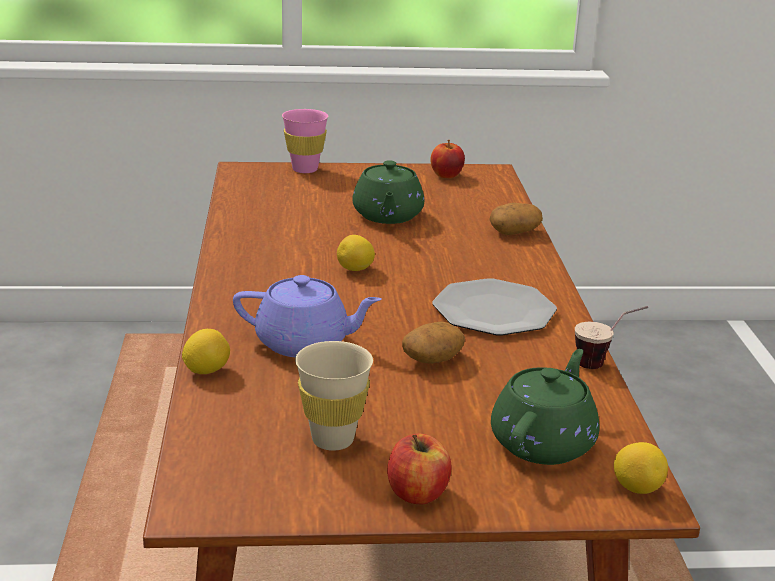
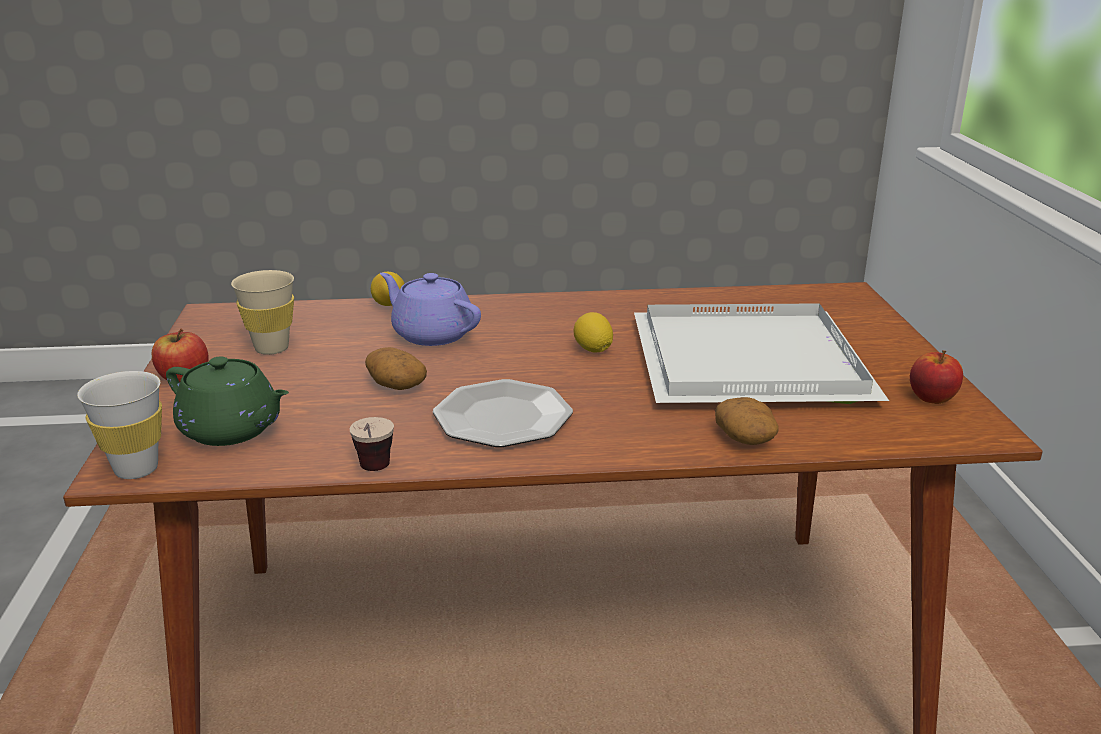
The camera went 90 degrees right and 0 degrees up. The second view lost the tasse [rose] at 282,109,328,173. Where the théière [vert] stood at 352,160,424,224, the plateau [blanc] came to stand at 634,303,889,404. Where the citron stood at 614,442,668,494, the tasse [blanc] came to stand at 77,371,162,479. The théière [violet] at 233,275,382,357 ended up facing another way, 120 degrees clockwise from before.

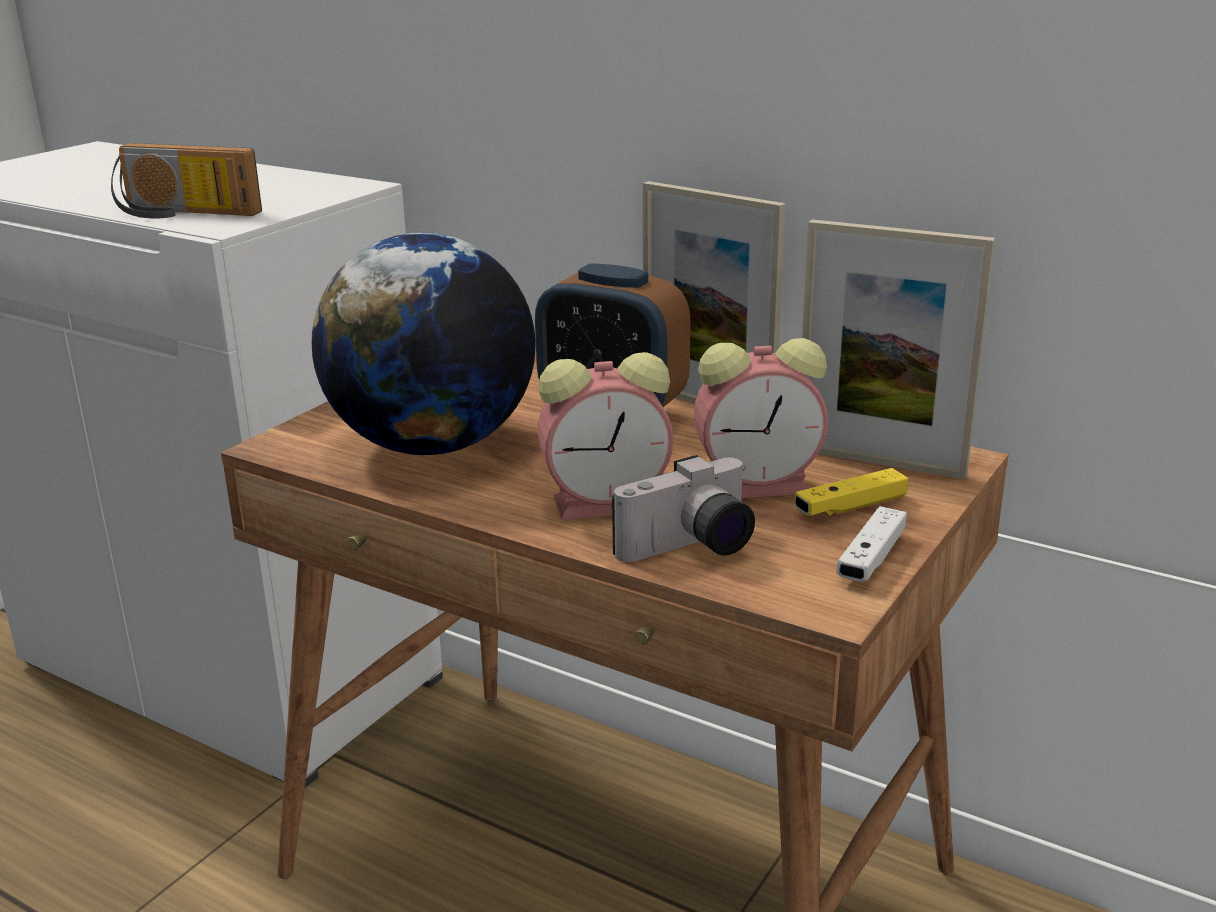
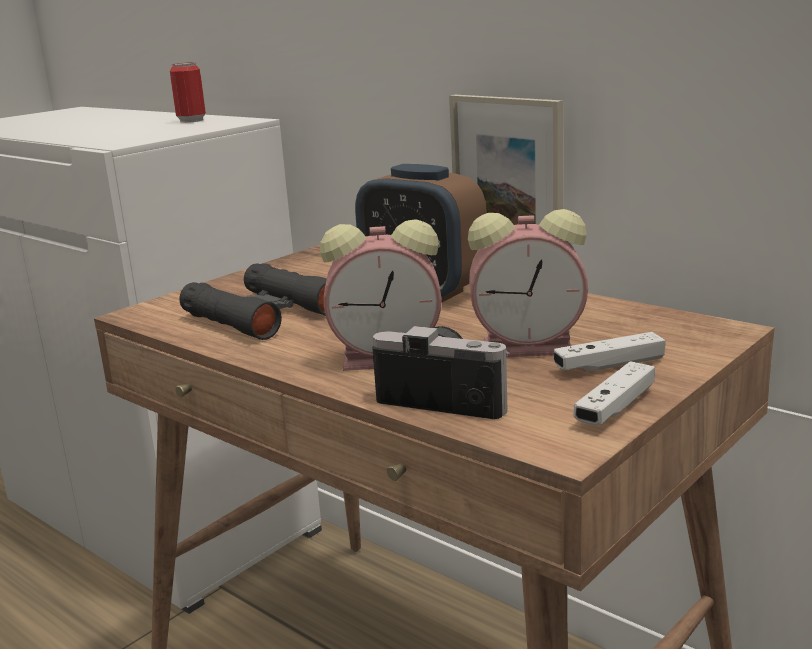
The camera went 10 degrees right and 5 degrees down. The second view lost the radio at 111,143,262,218. The second view lost the cadre photo at 802,219,995,479. The second view gained the boîte métallique at 170,62,206,123. Where the globe stood at 312,233,535,455, the jumelles [noir] came to stand at 180,263,327,340. What was the manette [jaune] at 795,468,908,516 turned into the manette [blanc] at 554,332,665,372. The appareil photo at 612,455,755,562 ended up facing another way, 135 degrees counterclockwise from before.

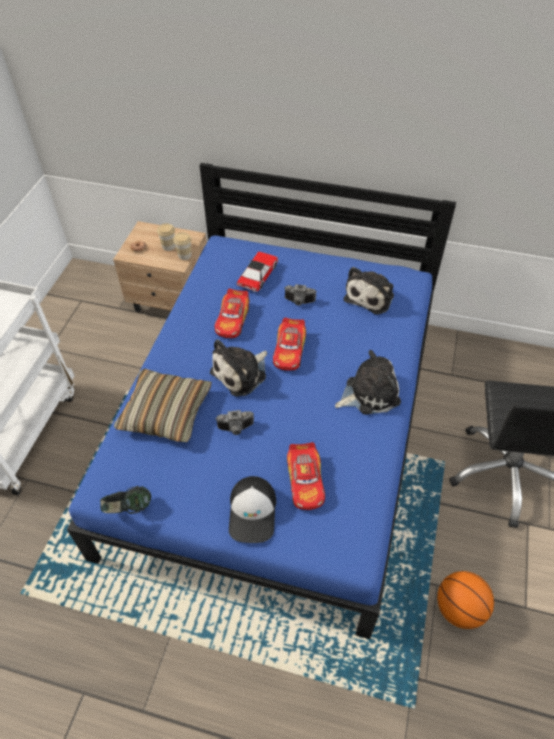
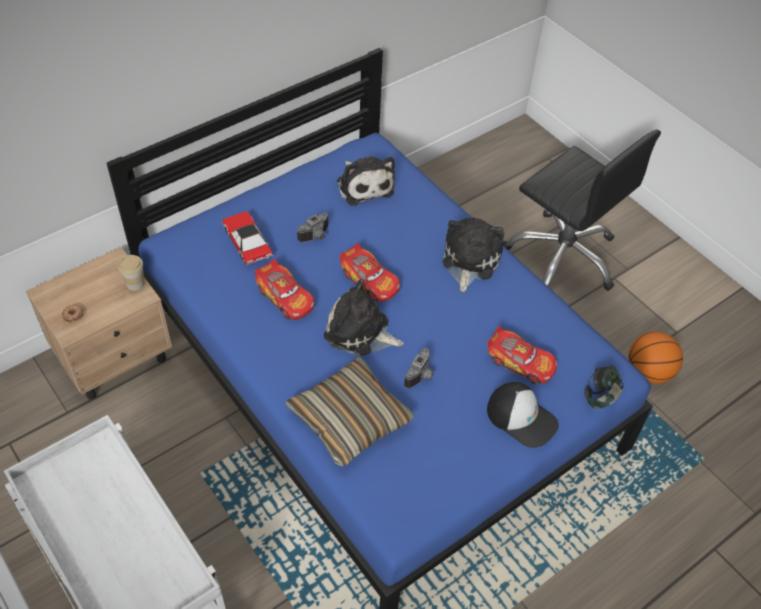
The camera went 55 degrees left and 0 degrees up. The second view lost the tasse at 157,223,175,251. The casque audio ended up elsewhere, having gone from 100,486,151,514 to 584,365,623,409. The peluche at 210,339,267,396 ended up facing another way, 120 degrees clockwise from before.

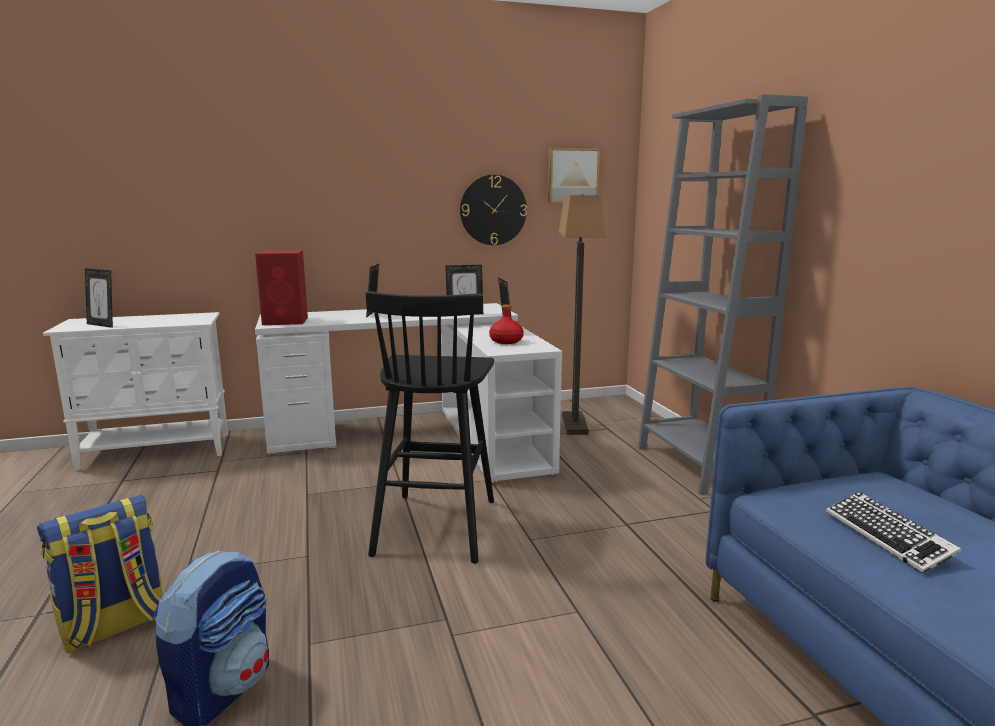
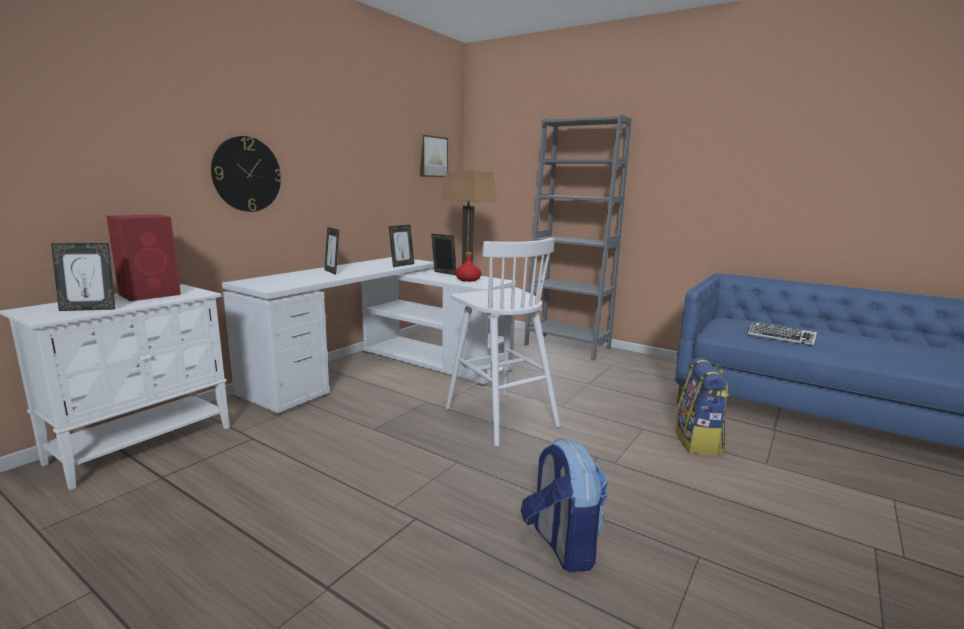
The camera went 40 degrees left and 0 degrees up. The sac à dos ended up elsewhere, having gone from 37,495,163,654 to 676,358,729,455. The enceinte [rouge] ended up elsewhere, having gone from 255,250,308,325 to 106,214,181,301. The horloge murale ended up elsewhere, having gone from 460,175,527,245 to 211,136,282,212. What was the tabouret [noir] at 366,291,494,564 turned into the tabouret [blanc] at 446,238,560,447.

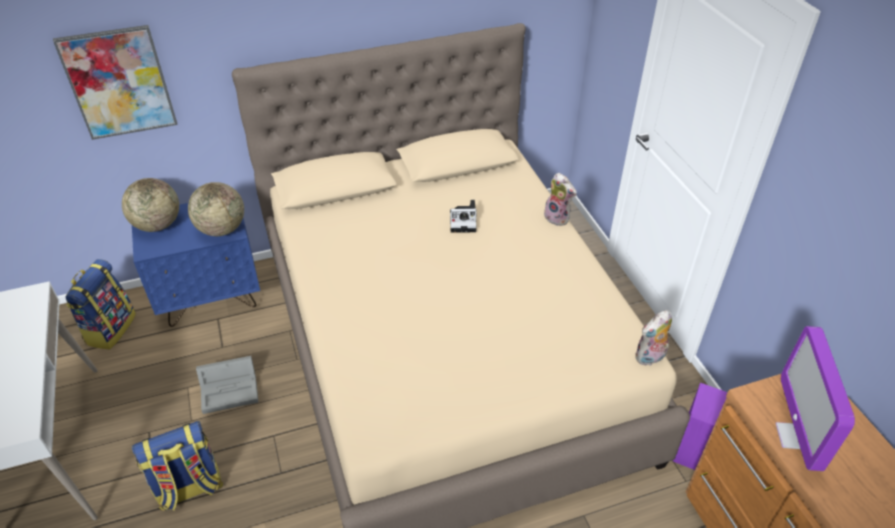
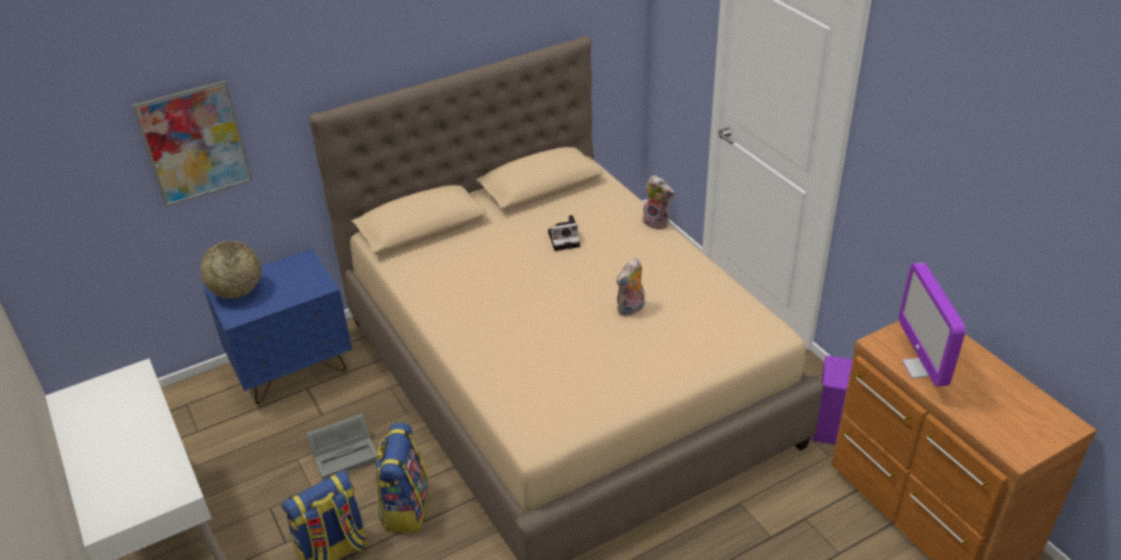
The camera went 10 degrees left and 5 degrees down. The second view lost the globe at 188,182,244,236. The sac à dos ended up elsewhere, having gone from 66,259,136,349 to 375,423,428,532. The peluche ended up elsewhere, having gone from 635,310,672,366 to 616,258,645,316.

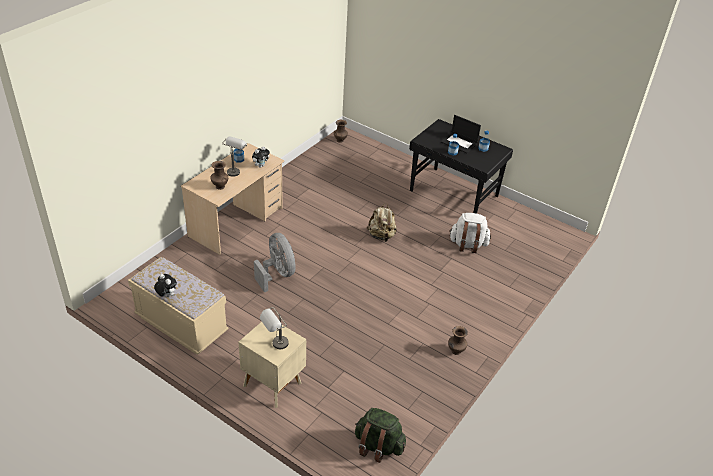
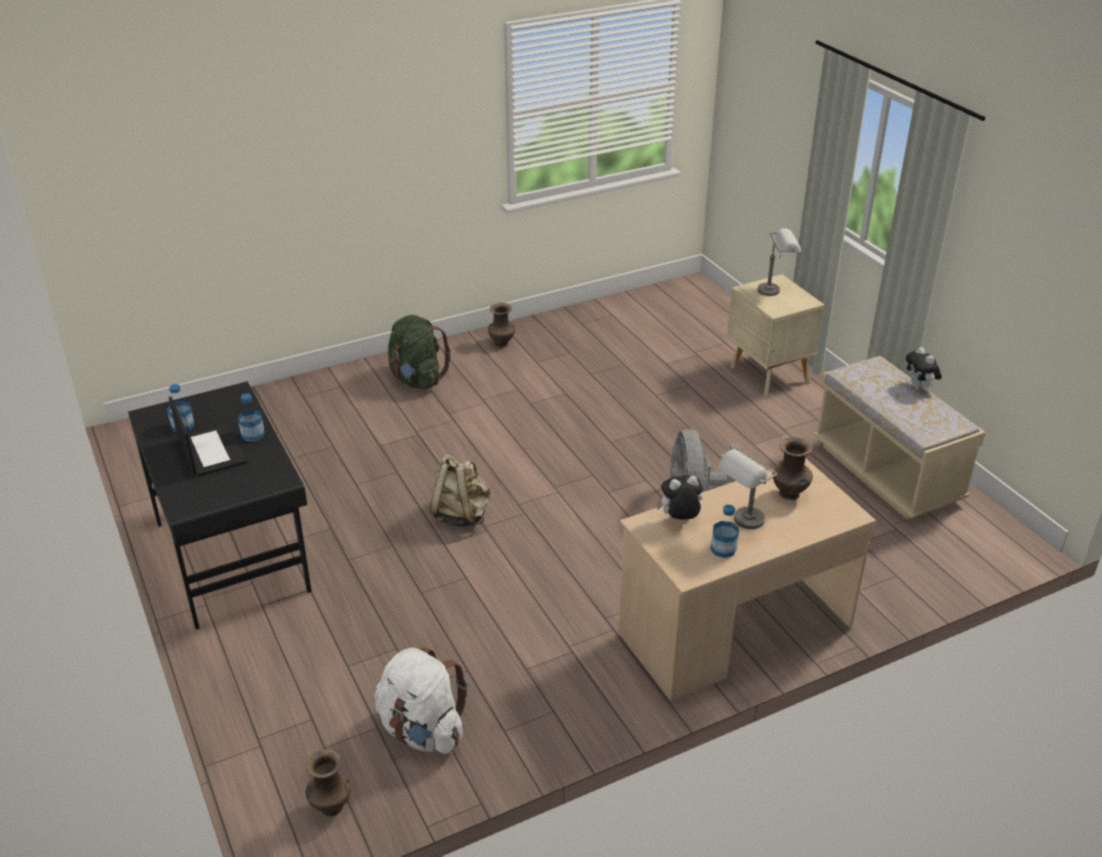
The camera went 150 degrees left and 5 degrees down. The sac à dos [vert] ended up elsewhere, having gone from 355,408,406,463 to 388,315,451,390. The sac à dos [blanc] ended up elsewhere, having gone from 449,213,491,253 to 375,647,468,754.

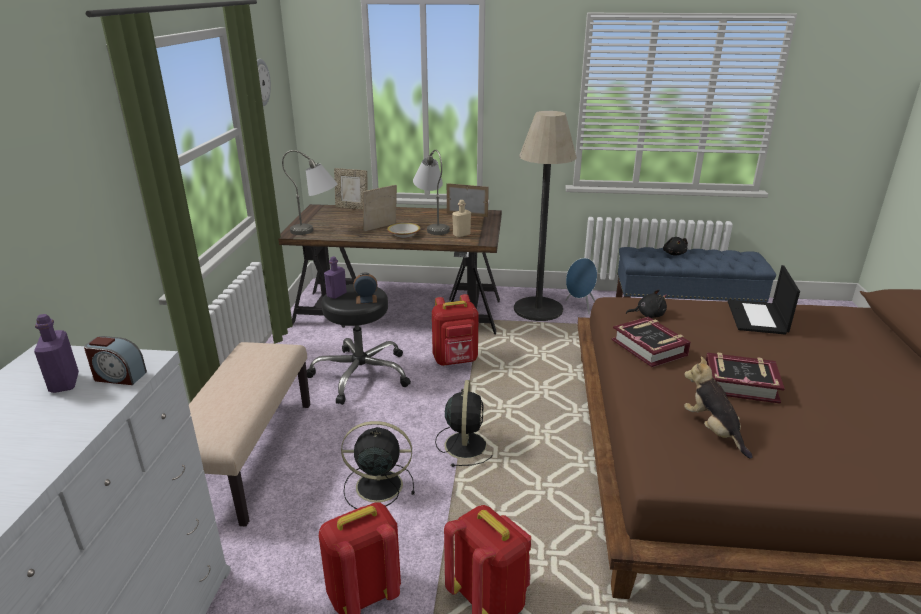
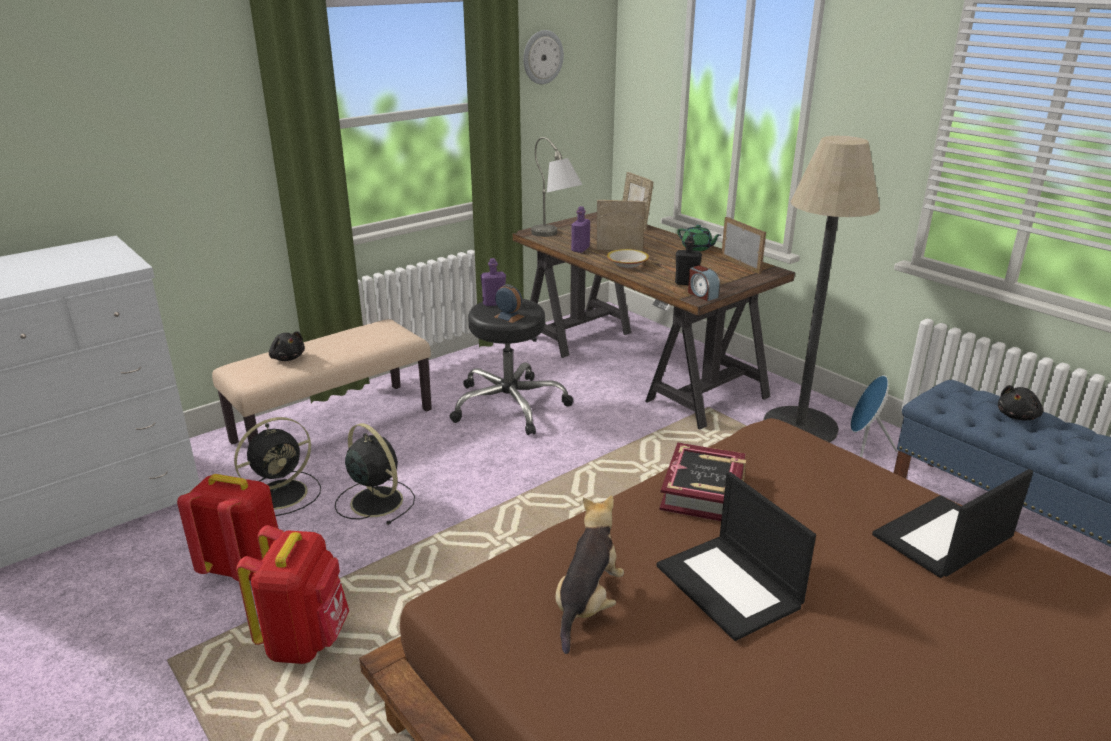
The camera went 45 degrees right and 0 degrees up. The second view lost the lampe de table [gris] at 413,150,449,235. The second view lost the sac à dos [rouge] at 432,294,479,366. The second view gained the théière [vert] at 677,225,721,251. The bouteille [violet] ended up elsewhere, having gone from 34,314,79,393 to 571,206,590,253. The réveil ended up elsewhere, having gone from 84,336,147,385 to 688,265,720,301. The ventilateur [noir] ended up elsewhere, having gone from 435,380,493,467 to 234,417,321,516. The peluche [noir] ended up elsewhere, having gone from 626,289,667,318 to 269,331,305,361. Where the livre stood at 706,352,785,404, the ordinateur portable came to stand at 656,472,816,641. What was the bouteille [beige] at 452,200,471,237 turned into the bouteille [noir] at 675,236,702,285.

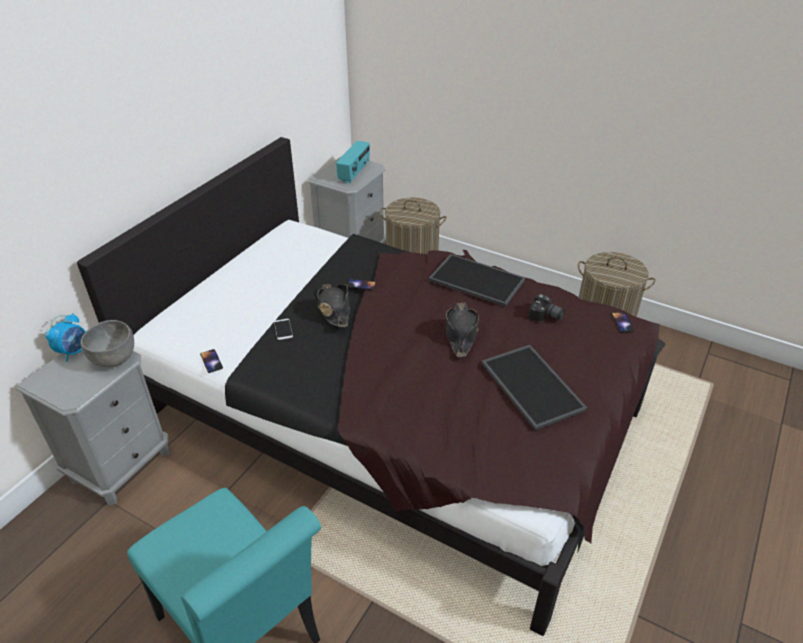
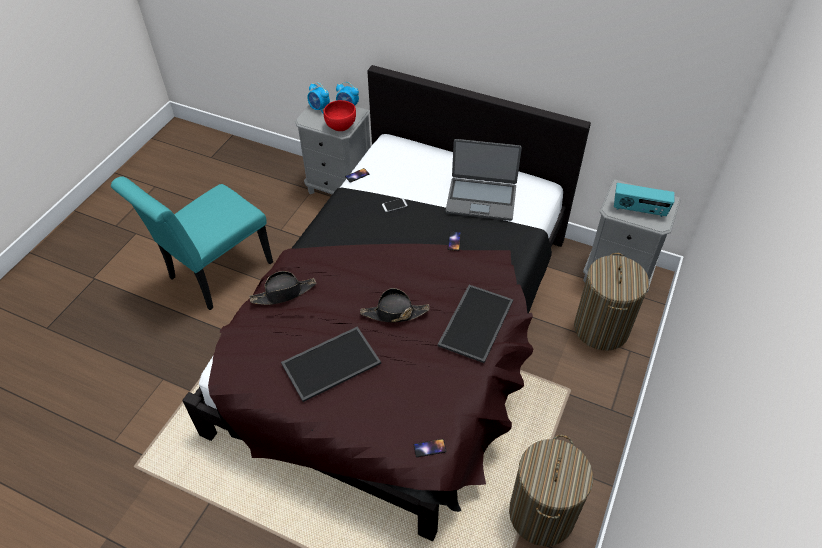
The camera went 85 degrees right and 10 degrees up. The second view lost the appareil photo at 528,294,565,322. The second view gained the réveil at 307,83,330,113. The second view gained the ordinateur portable at 446,139,522,221. The chapeau [noir] ended up elsewhere, having gone from 317,284,350,327 to 249,271,317,305. What was the bol [gris] at 81,320,134,367 turned into the bol [rouge] at 324,100,356,131.

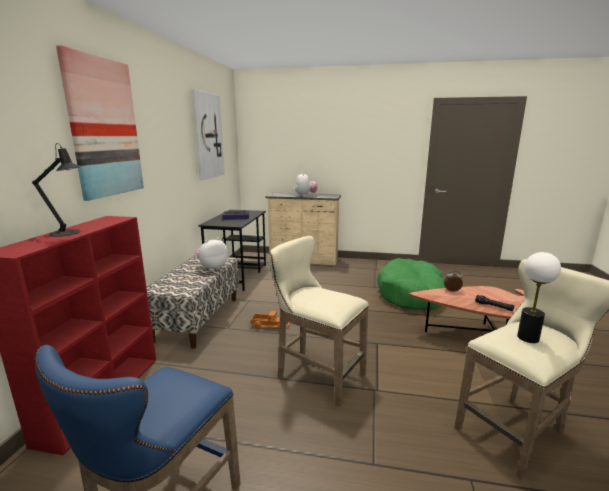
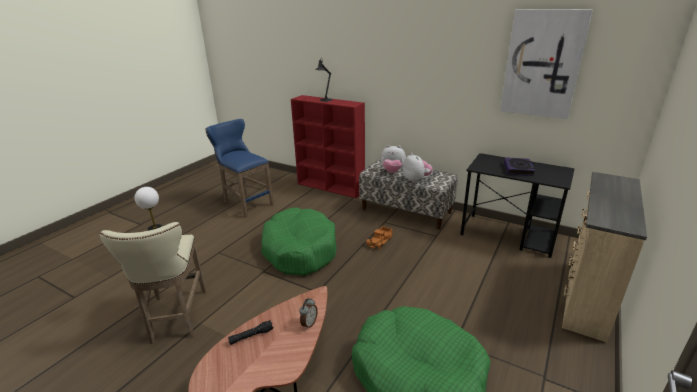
The camera went 110 degrees right and 10 degrees up. The second view lost the tableau at 56,45,144,201. The peluche ended up elsewhere, having gone from 295,173,318,197 to 381,145,406,173. Where the tabouret [beige] stood at 269,236,369,407, the panier pour chien [vert] came to stand at 261,207,337,275.

